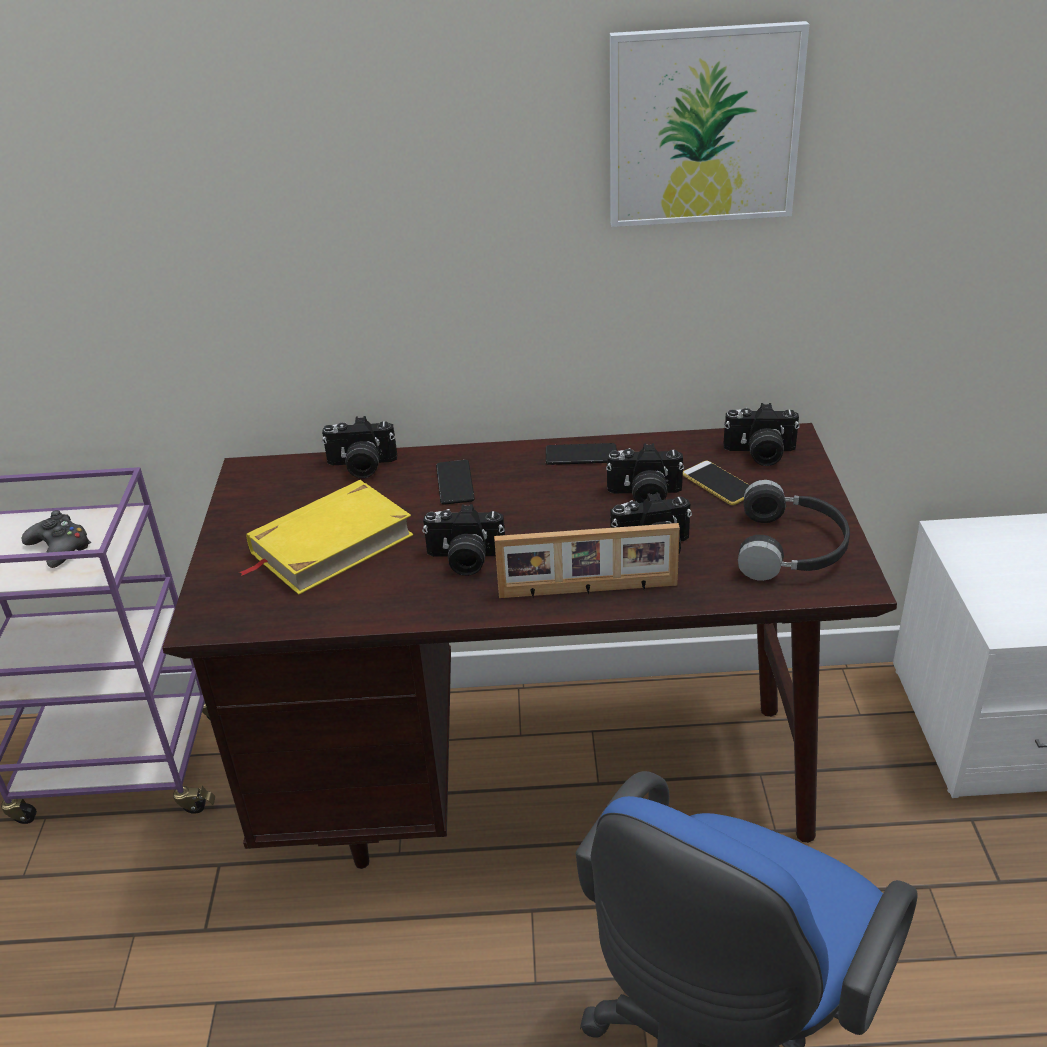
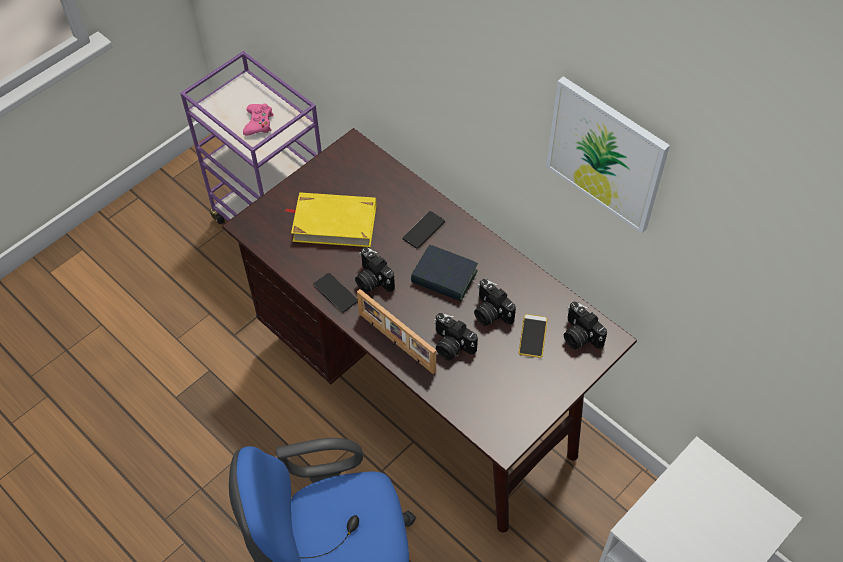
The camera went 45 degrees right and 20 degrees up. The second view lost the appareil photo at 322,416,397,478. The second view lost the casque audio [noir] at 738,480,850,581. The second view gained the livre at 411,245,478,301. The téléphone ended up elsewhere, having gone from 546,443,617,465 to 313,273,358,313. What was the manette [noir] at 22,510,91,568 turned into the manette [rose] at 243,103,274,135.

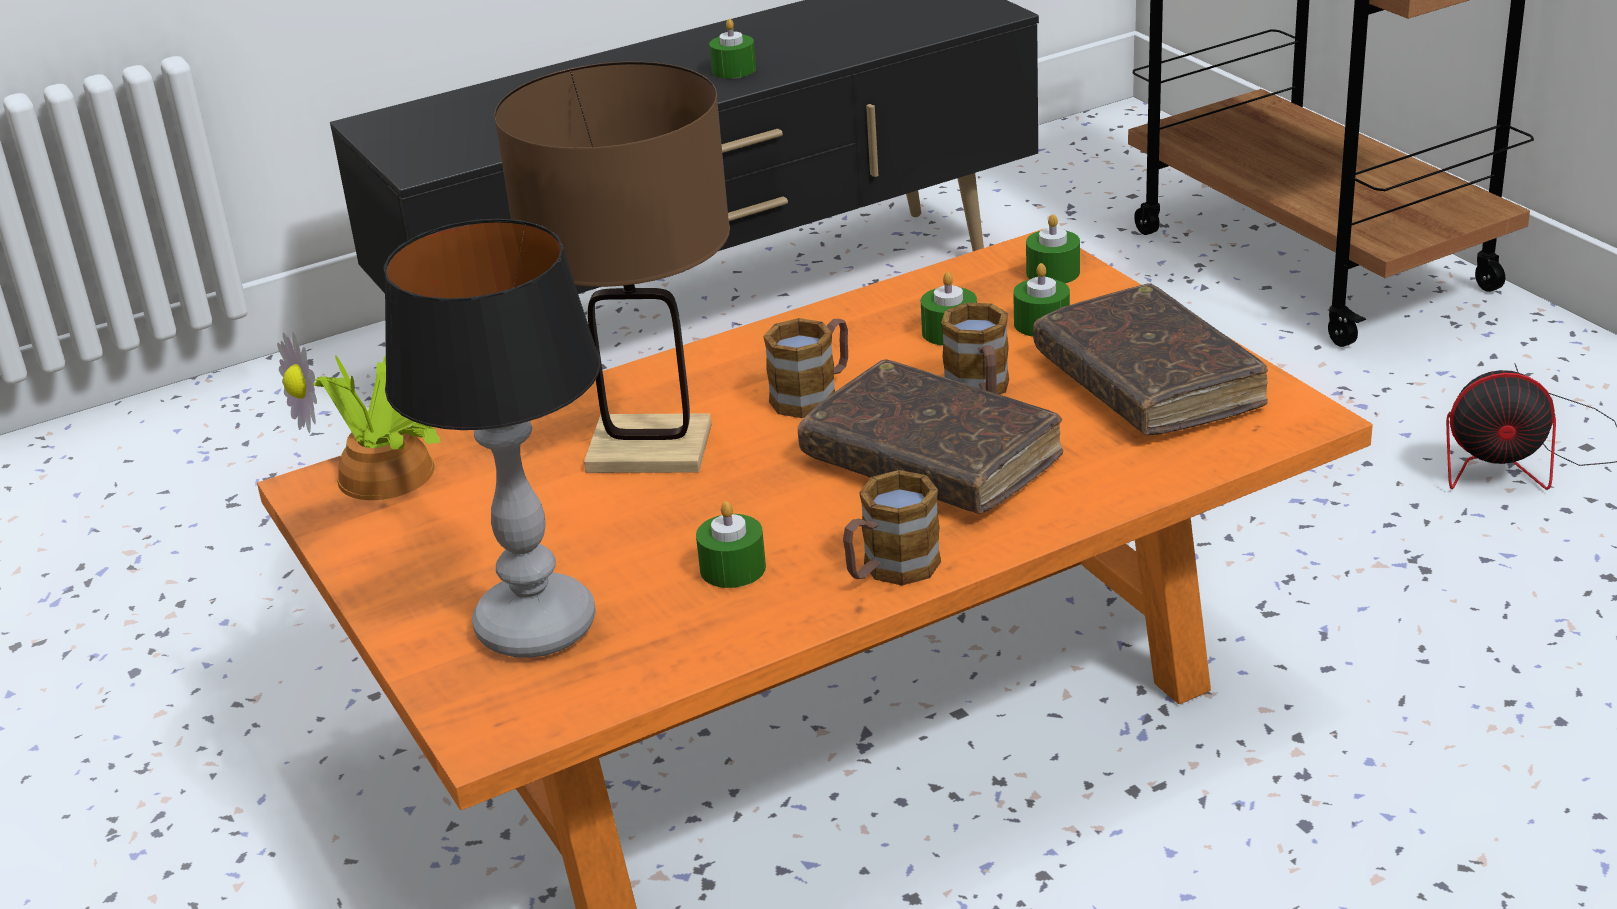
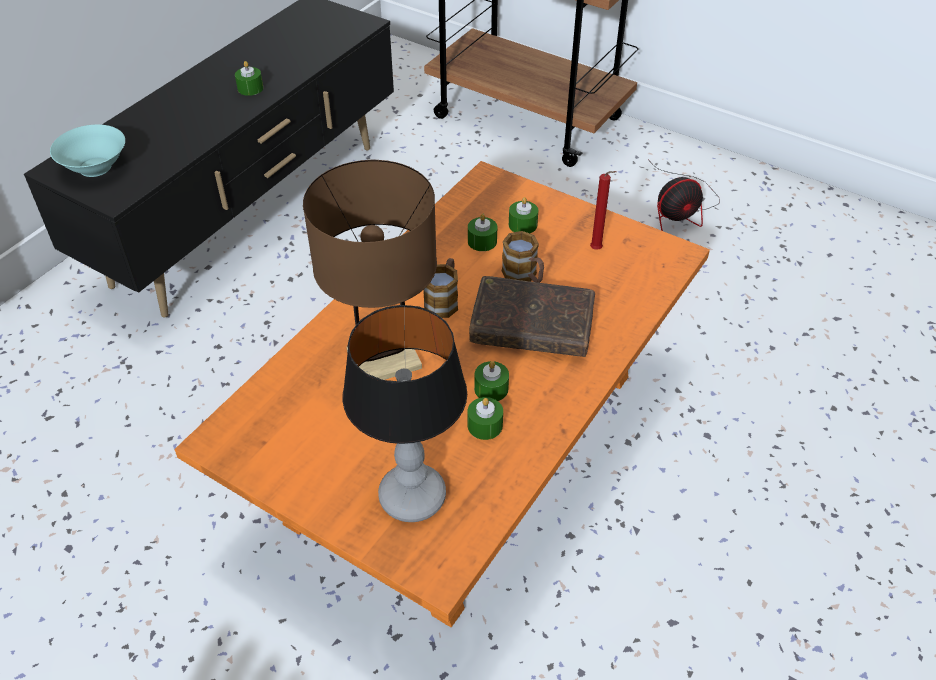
The camera went 30 degrees left and 15 degrees up. The second view lost the plante en pot at 277,332,441,500. The second view lost the mug at 843,470,941,586. The second view gained the bol [turquoise] at 50,124,125,177. The bougie [vert] ended up elsewhere, having gone from 1026,214,1080,284 to 474,361,509,401. Where the livre [marron] stood at 1033,284,1268,436, the bougie [rouge] came to stand at 590,171,617,250.

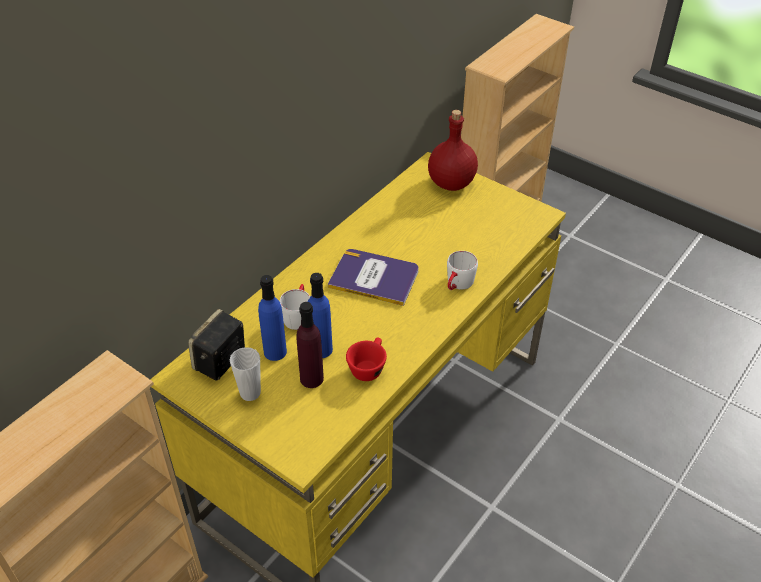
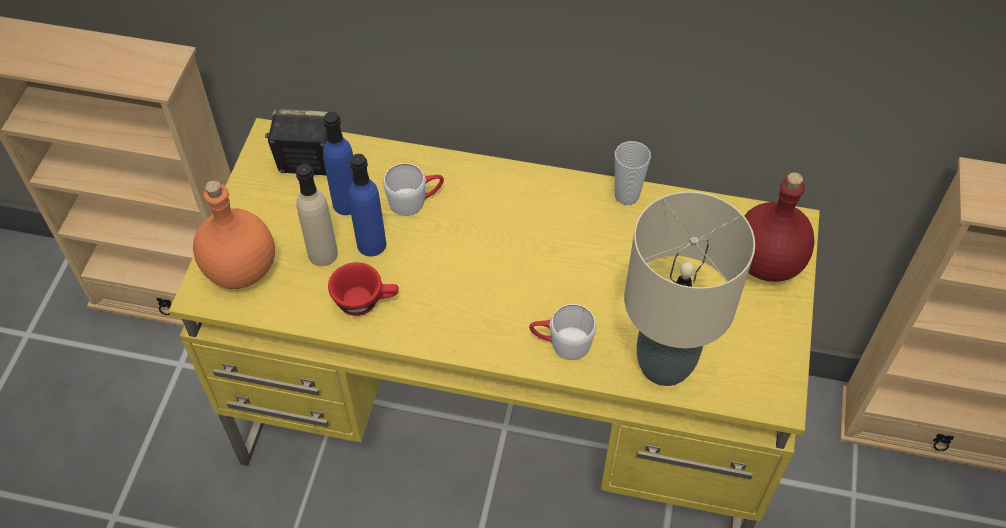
The camera went 65 degrees right and 10 degrees up. The second view lost the livre at 328,249,419,306. The second view gained the bouteille [orange] at 193,180,275,289. The second view gained the lampe de table [beige] at 624,191,755,386. The tasse ended up elsewhere, having gone from 230,347,261,401 to 615,141,651,205. What was the bouteille [violet] at 296,302,324,388 turned into the bouteille [beige] at 296,164,338,266.

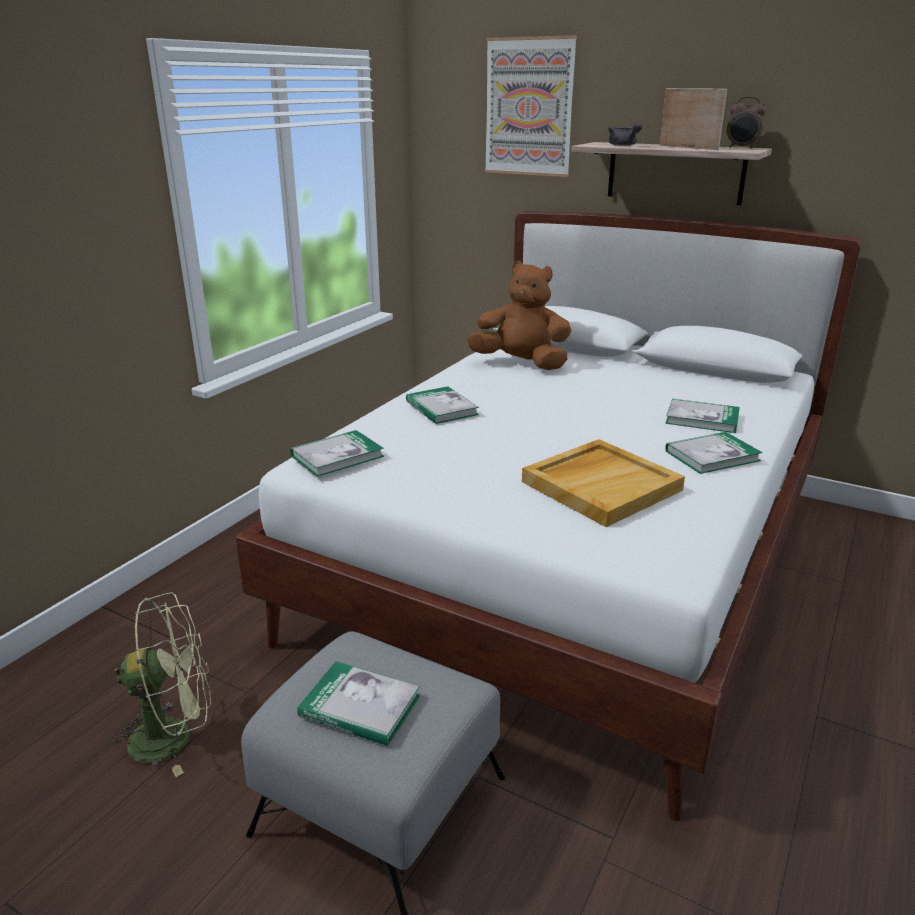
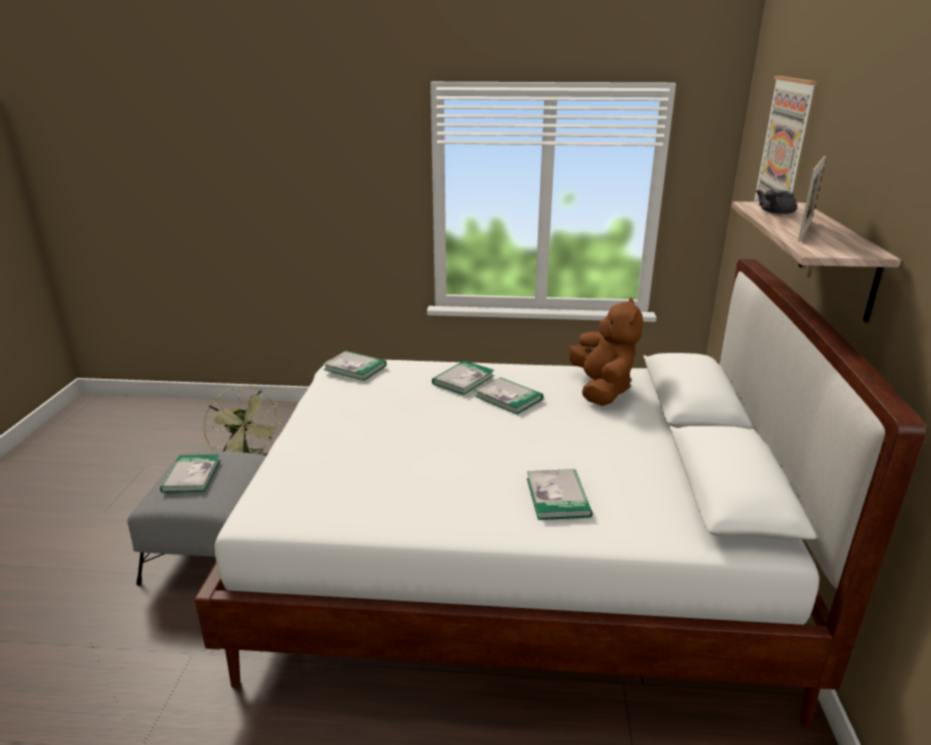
The camera went 65 degrees right and 0 degrees up. The second view lost the plateau [beige] at 522,439,685,527. The second view lost the réveil at 727,97,766,149. The livre ended up elsewhere, having gone from 665,432,763,474 to 475,377,543,414.

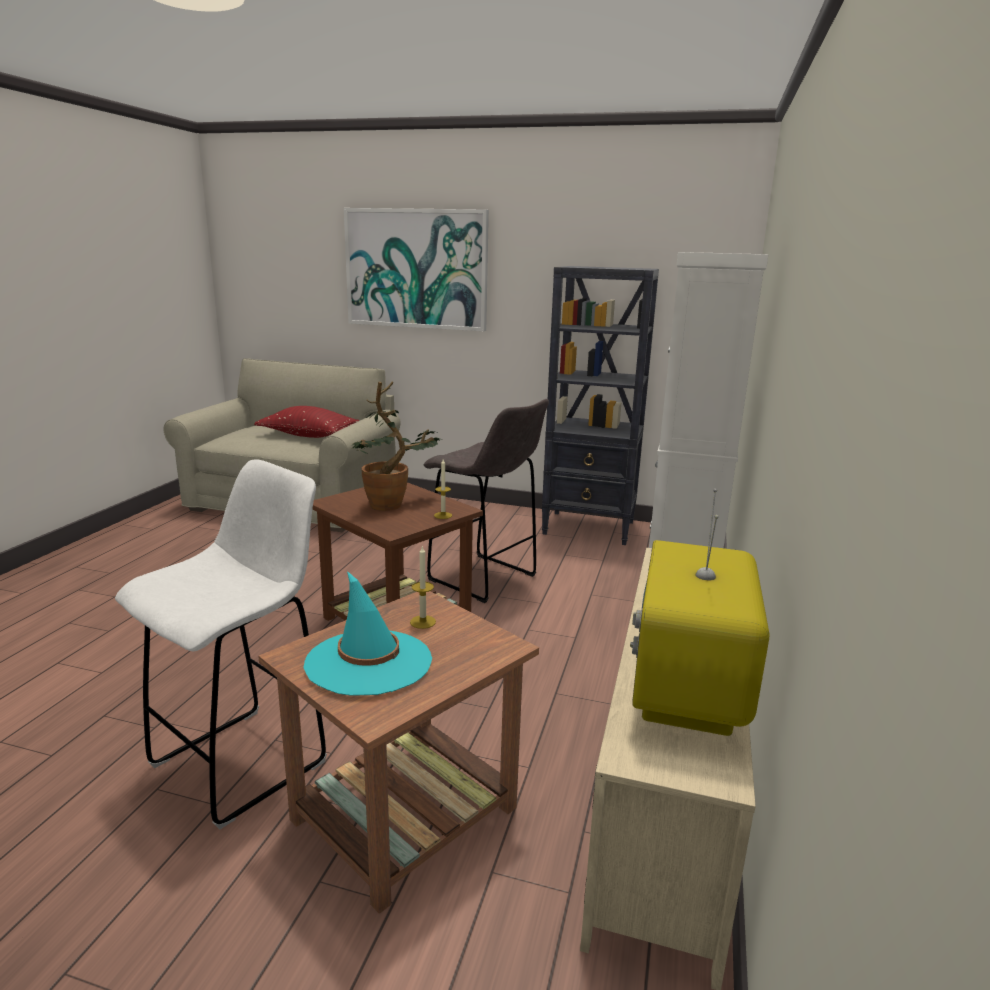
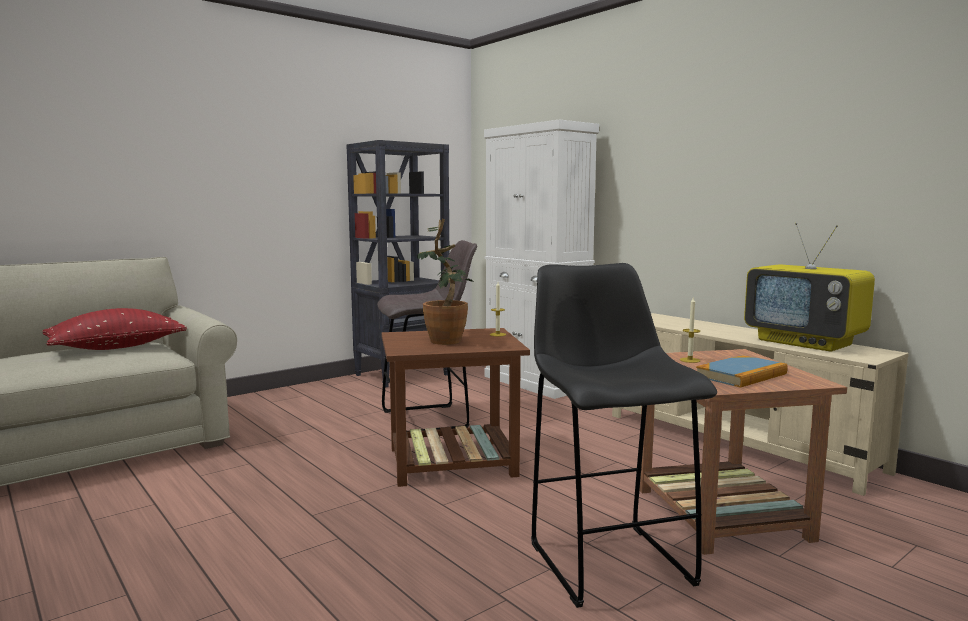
The camera went 55 degrees left and 10 degrees down. The second view lost the tableau at 344,208,489,331. Where the chapeau [turquoise] stood at 303,571,432,696, the livre came to stand at 696,355,788,388. What was the tabouret [blanc] at 115,460,327,830 turned into the tabouret [noir] at 531,263,717,608.

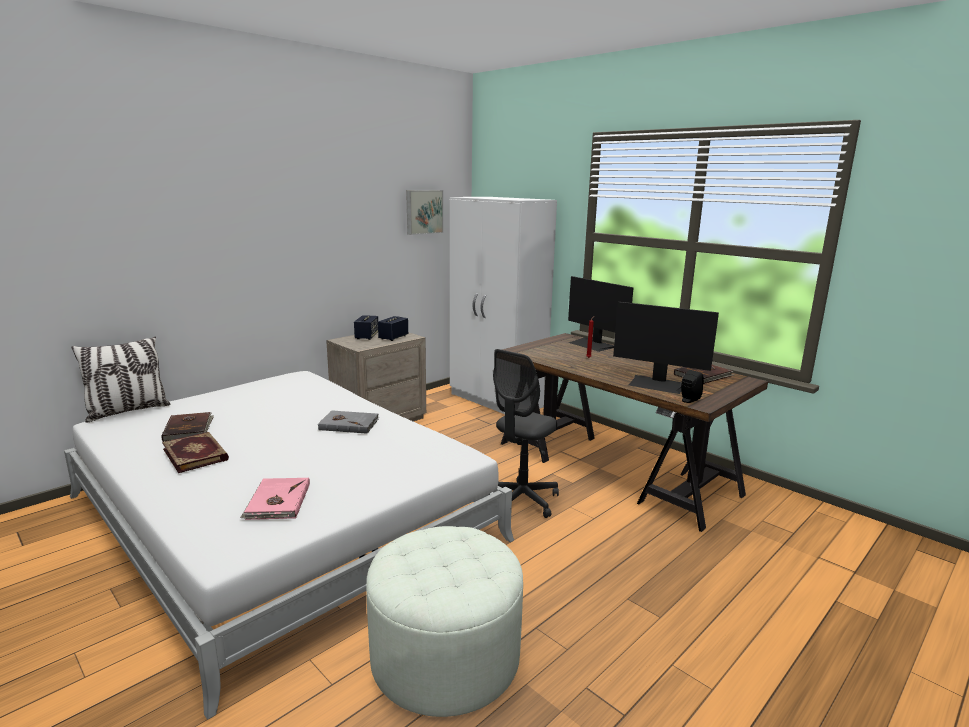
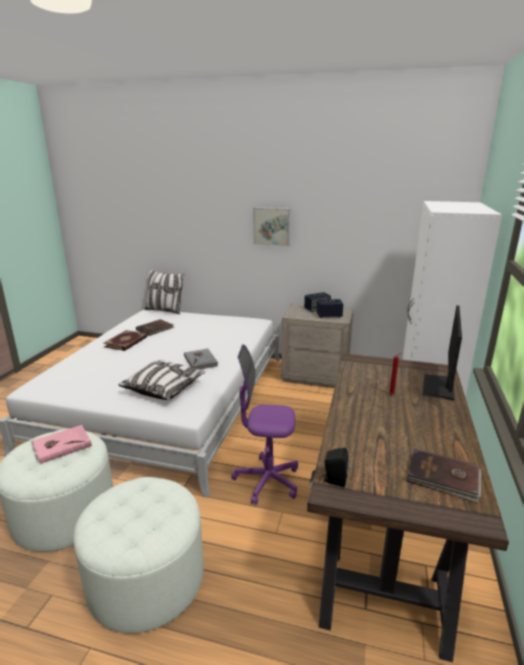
The camera went 60 degrees right and 5 degrees up. The second view lost the écran d'ordinateur at 613,302,719,394. The second view gained the pouf [blanc] at 74,477,204,633. The second view gained the coussin at 119,360,205,400. The livre [rose] ended up elsewhere, having gone from 240,477,310,520 to 31,425,92,464. The tableau ended up elsewhere, having gone from 406,190,443,235 to 253,207,290,246. What was the chaise de bureau [gris] at 493,349,559,518 turned into the chaise de bureau [violet] at 231,344,298,505.

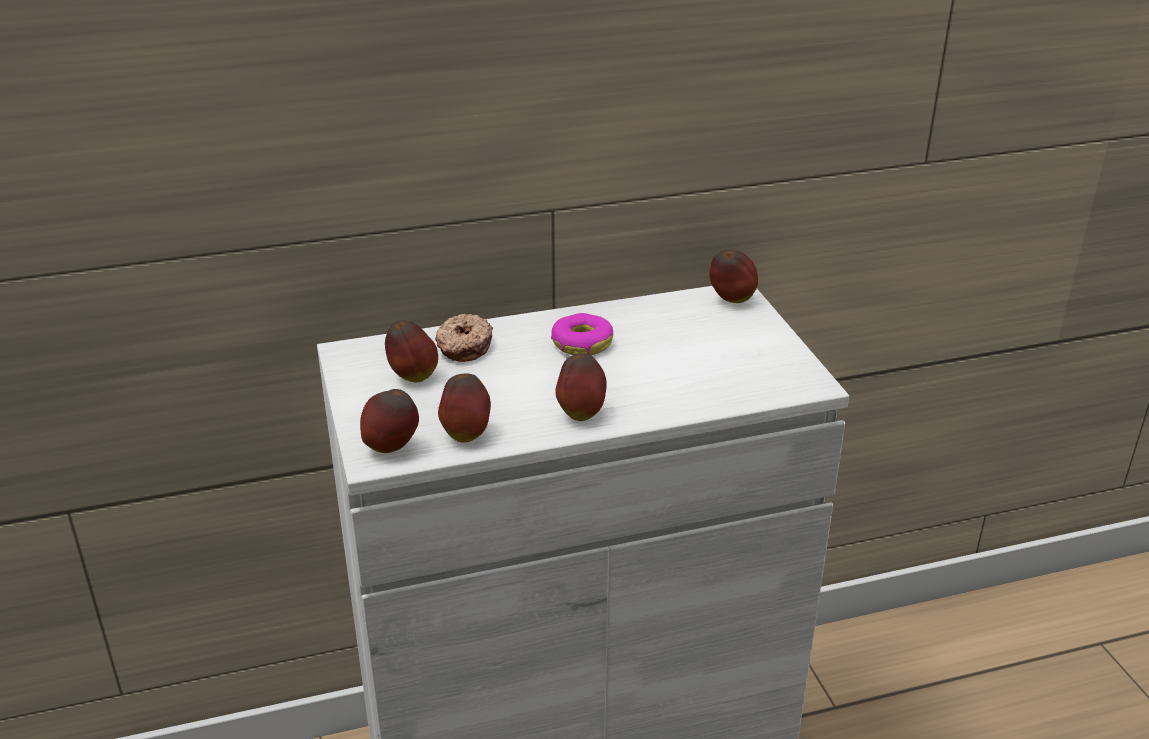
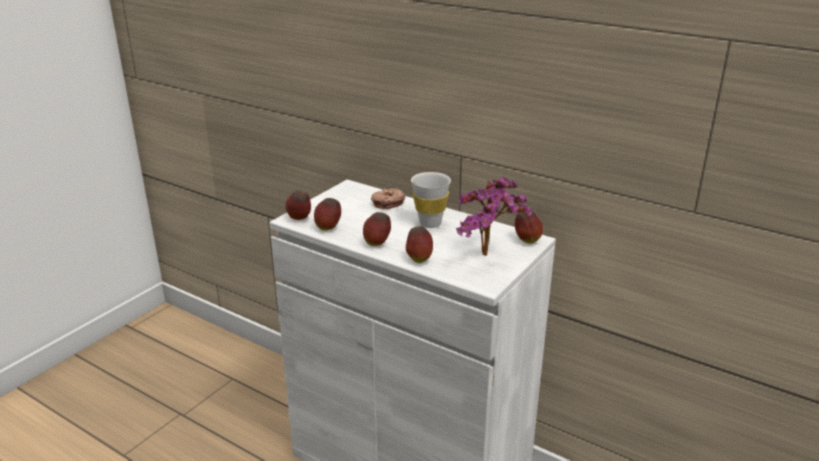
The camera went 50 degrees right and 5 degrees down. The second view gained the plante en pot at 456,177,532,256. The pomme ended up elsewhere, having gone from 385,320,438,382 to 406,226,433,263. Where the beignet stood at 551,313,613,355, the tasse [blanc] came to stand at 411,172,451,228.

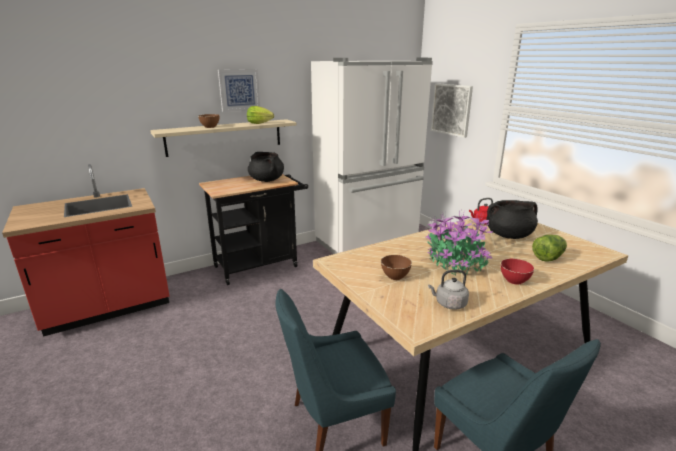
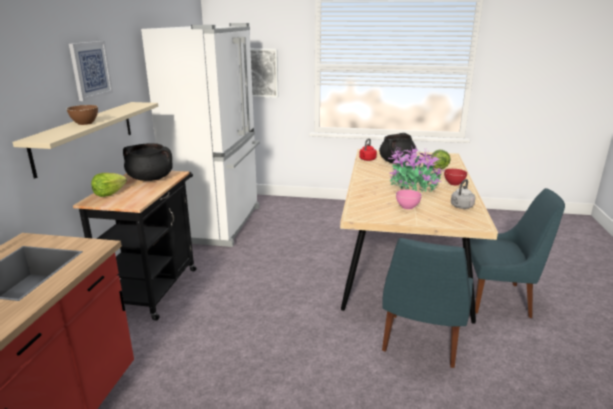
The camera went 50 degrees left and 0 degrees up. The laitue ended up elsewhere, having gone from 247,106,274,124 to 91,173,127,197. What was the bol [marron] at 381,255,412,280 turned into the bol [rose] at 396,190,422,209.

